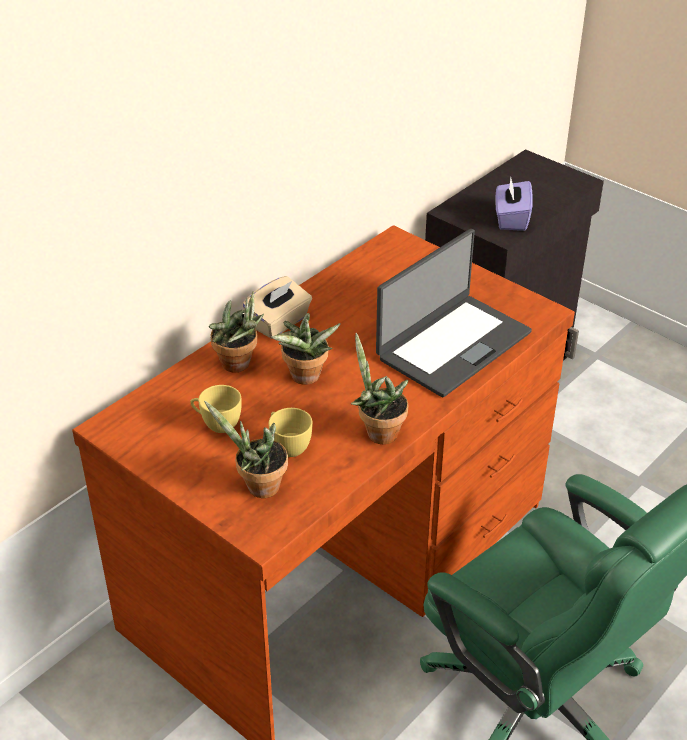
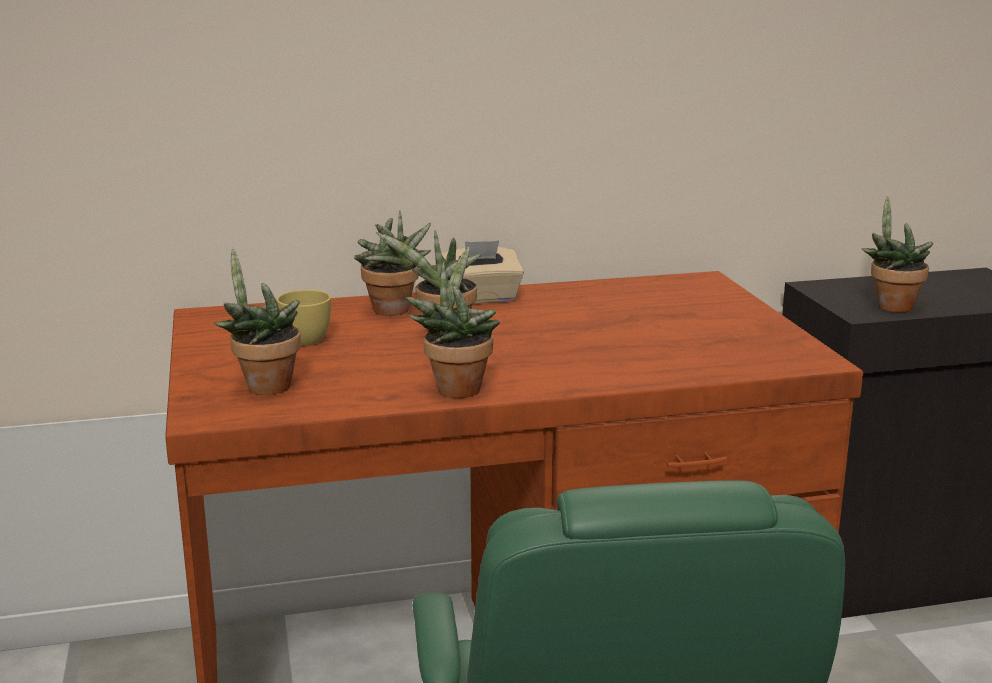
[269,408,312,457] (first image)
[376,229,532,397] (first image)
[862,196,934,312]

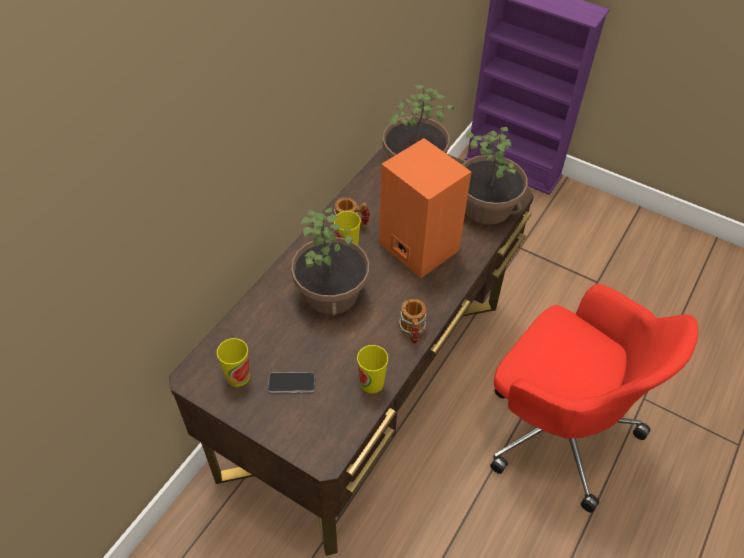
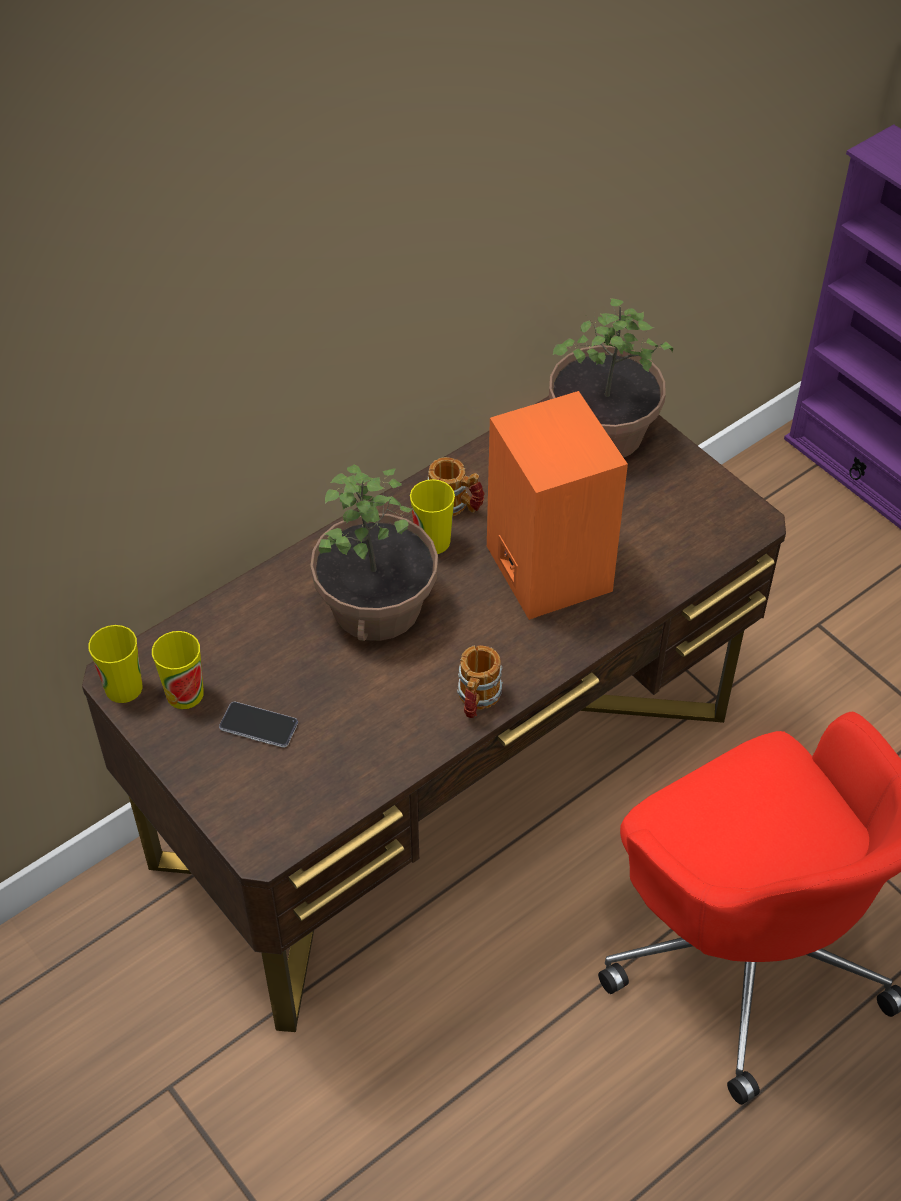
[88,625,143,703]
[462,127,528,225] (first image)

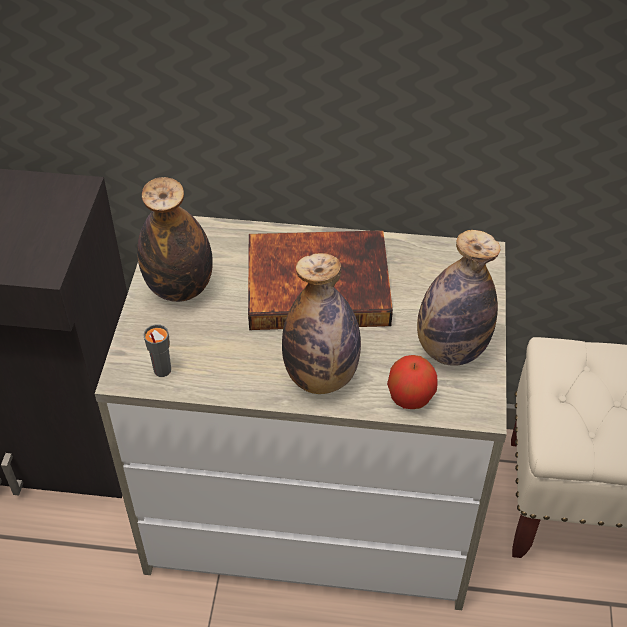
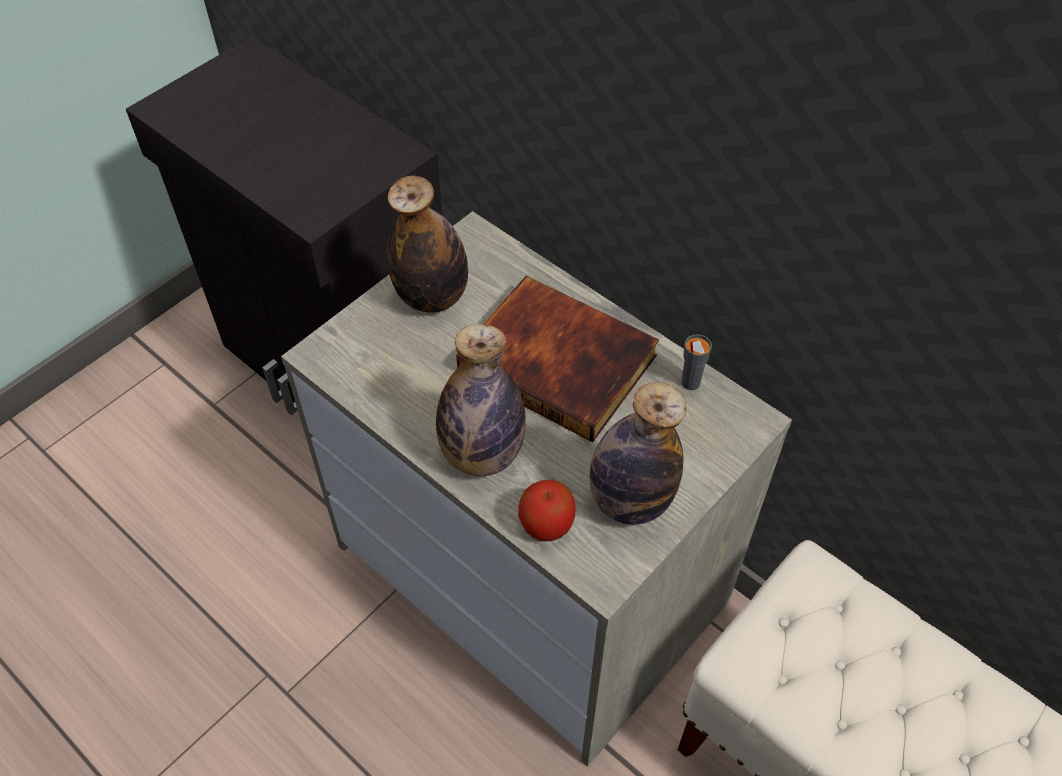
[681,334,712,390]

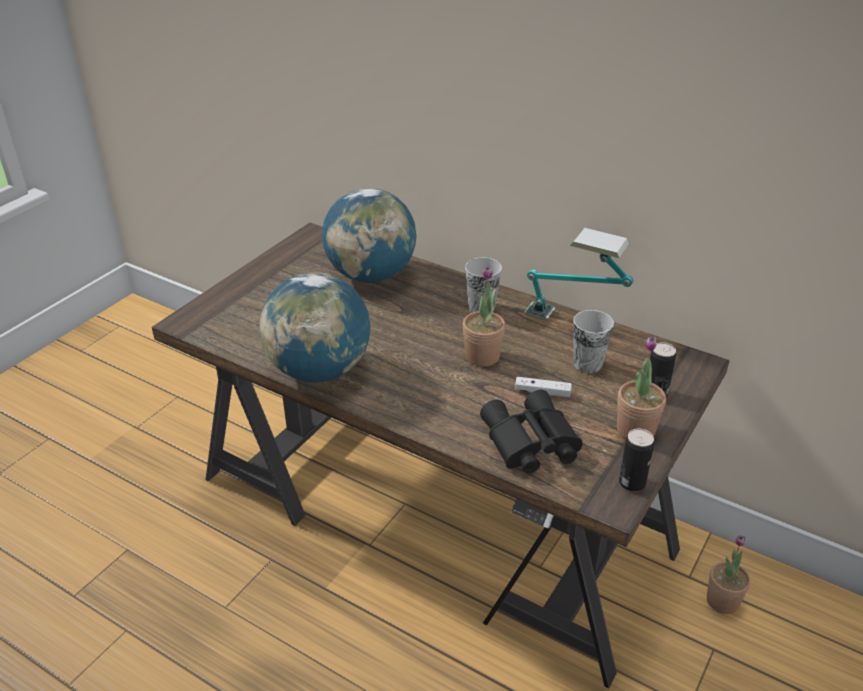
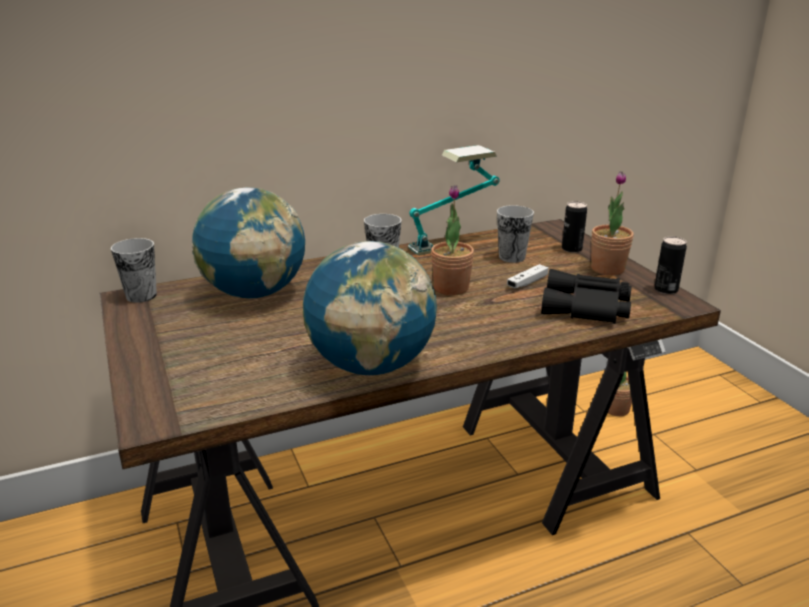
[111,238,157,303]

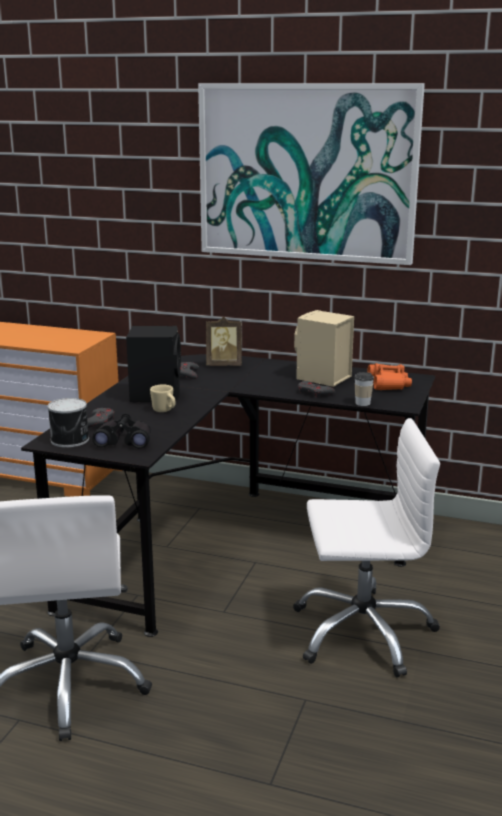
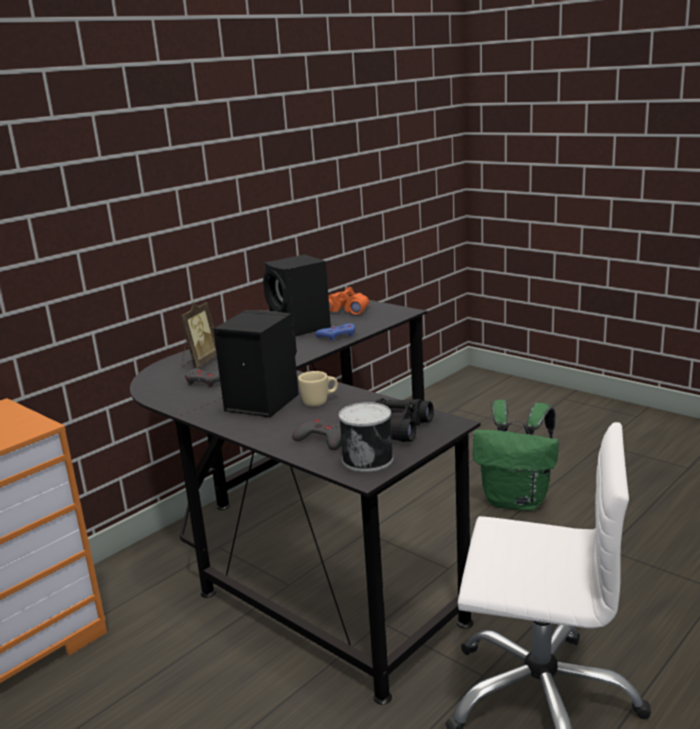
[198,83,425,265] (first image)
[473,400,559,511]
[263,254,331,337]
[315,323,356,341]
[354,372,374,406] (first image)

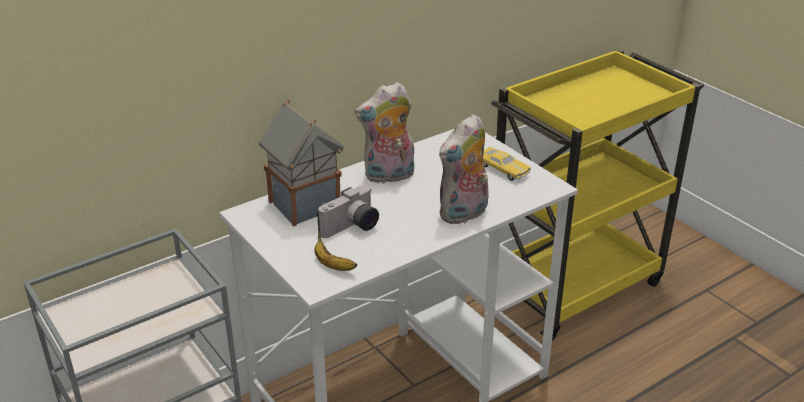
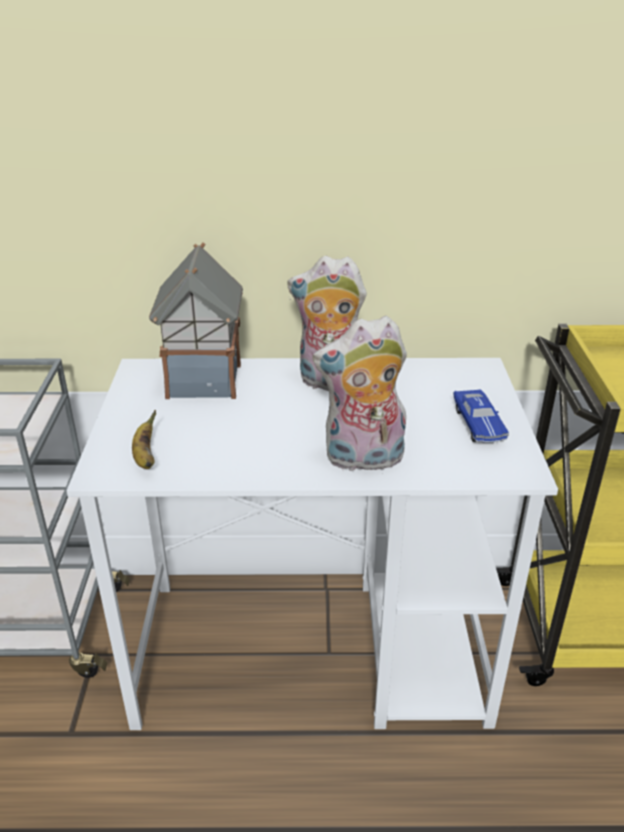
[317,186,379,238] (first image)
[453,389,509,442]

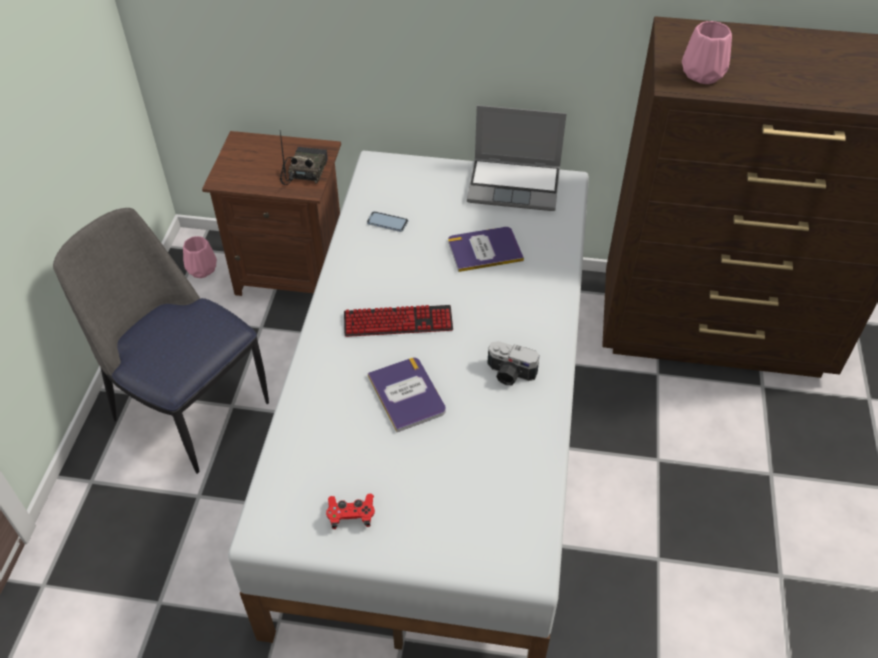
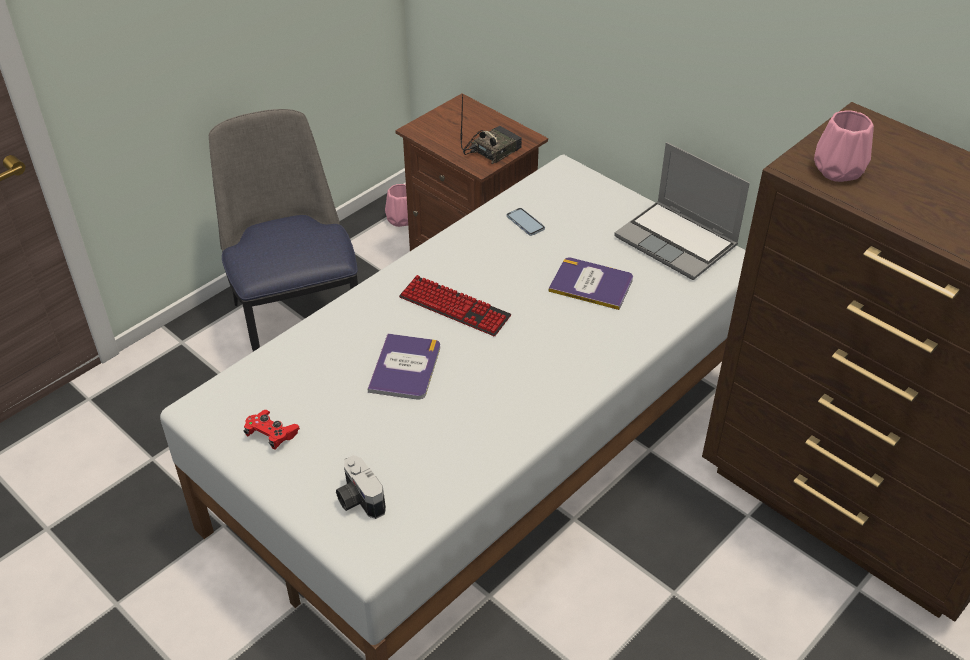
[336,455,386,519]

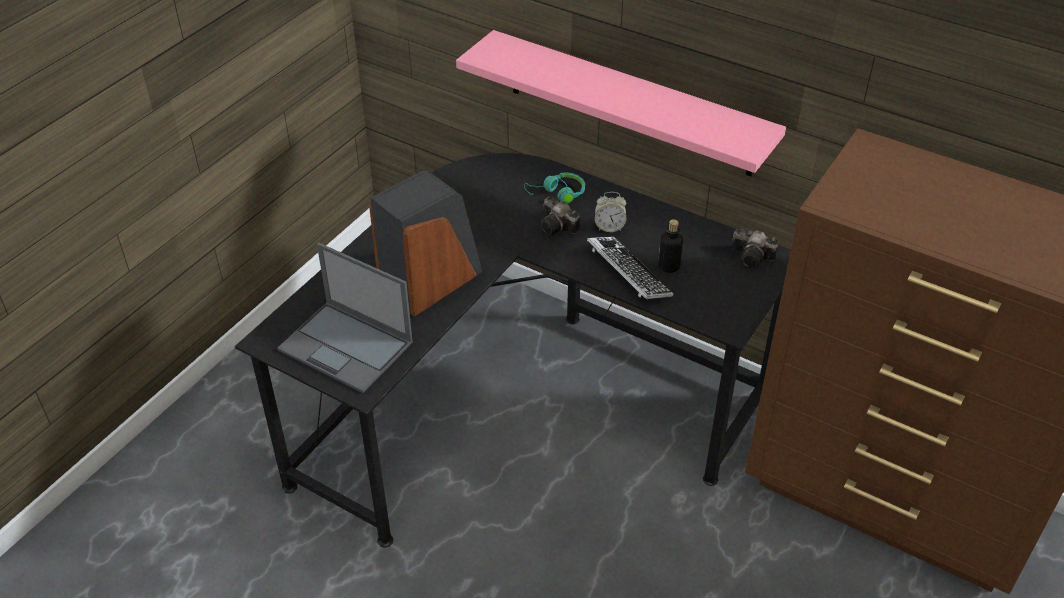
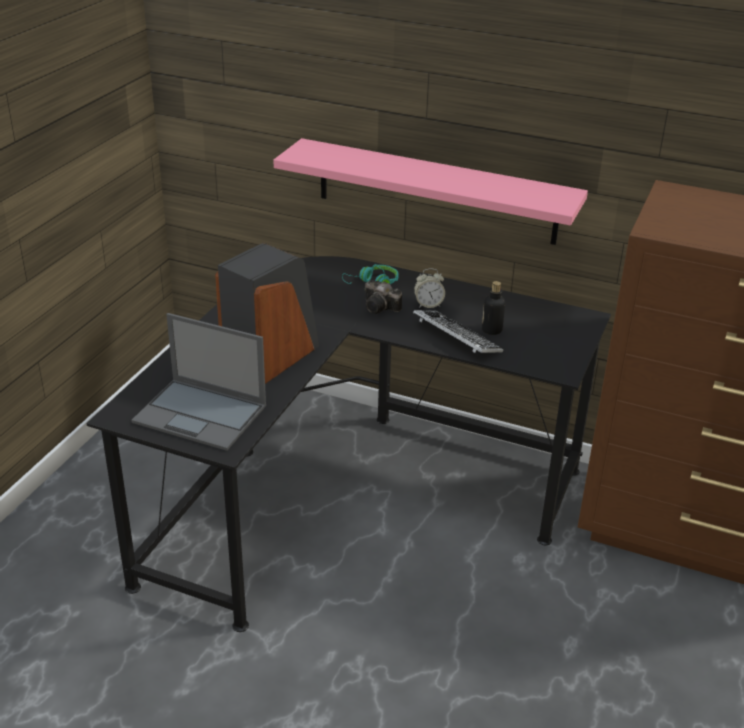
[732,229,779,268] (first image)

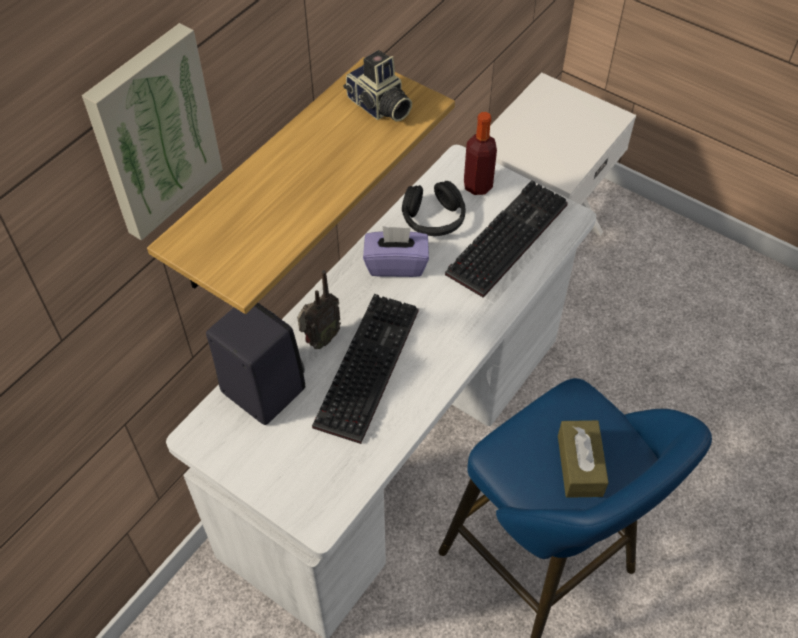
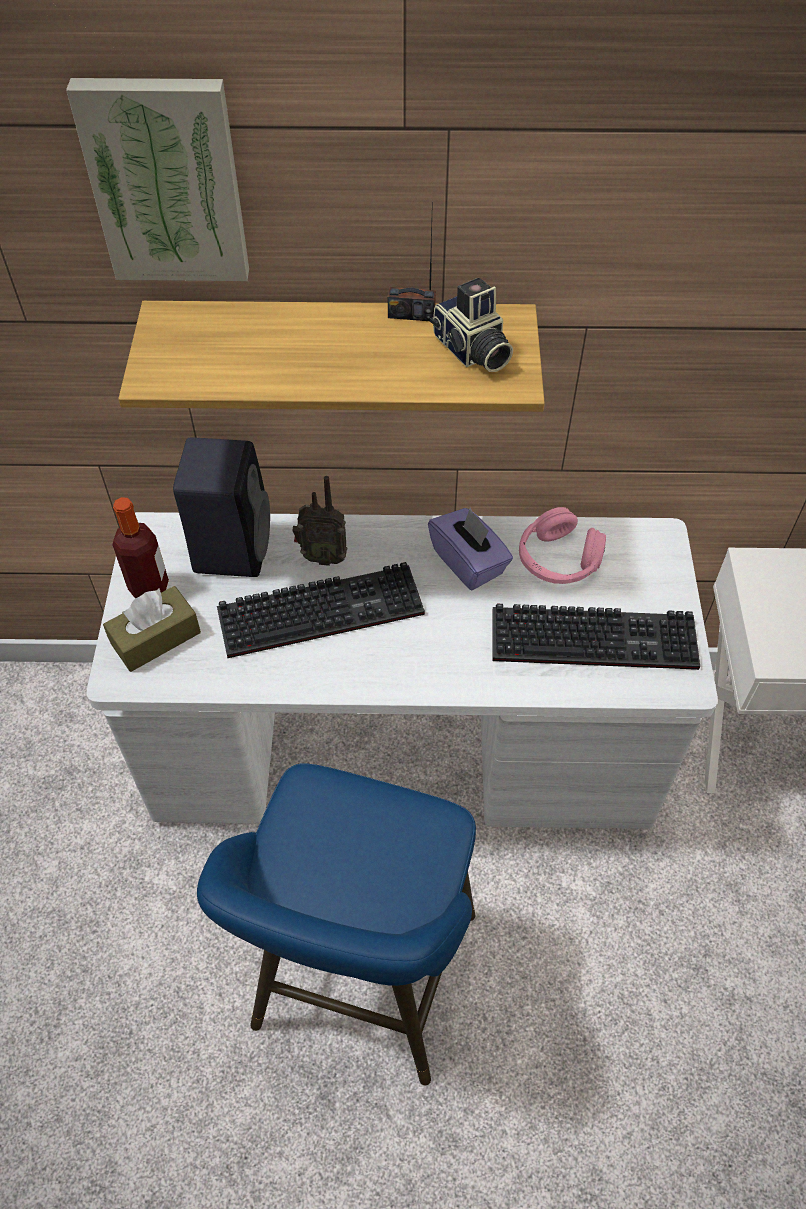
[430,278,513,372]
[519,507,606,584]
[112,497,169,599]
[103,586,201,672]
[388,201,436,321]

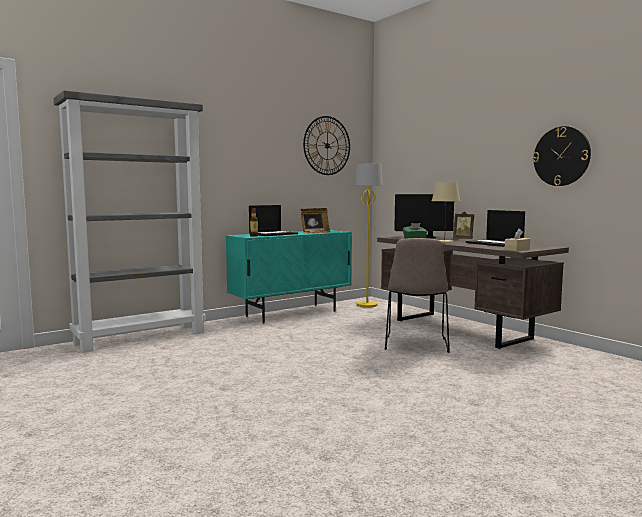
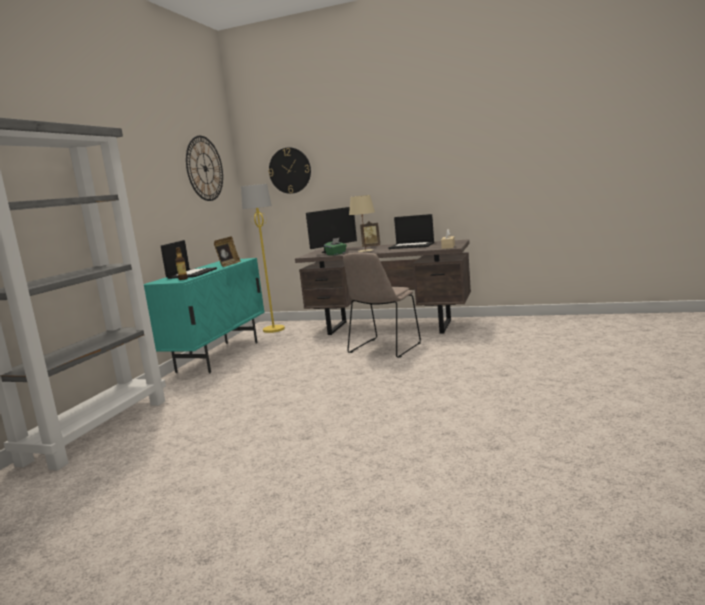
[343,253,421,358]
[269,147,311,194]

